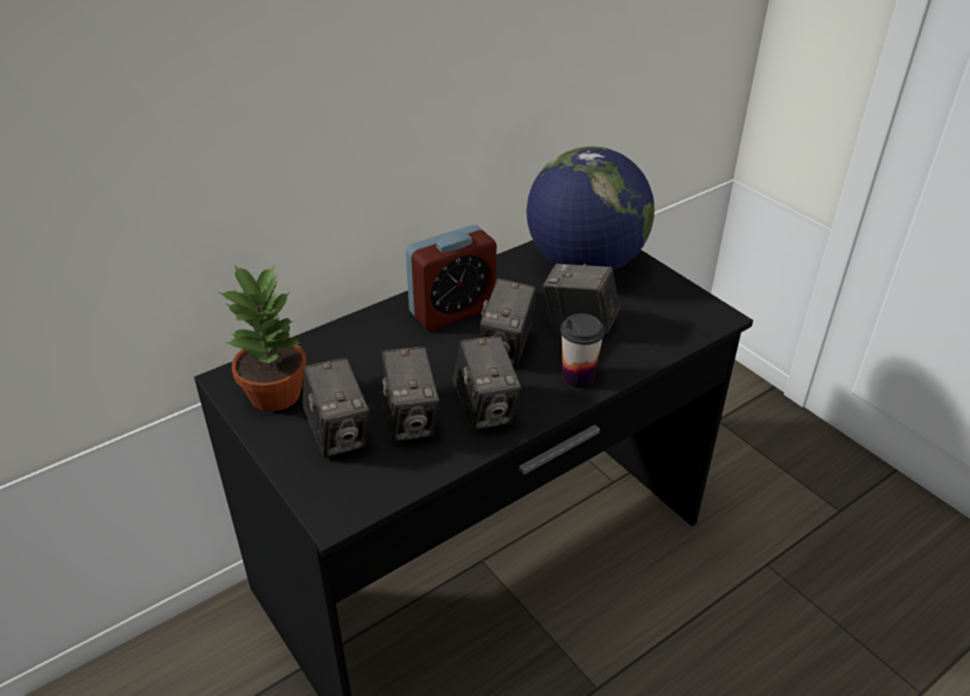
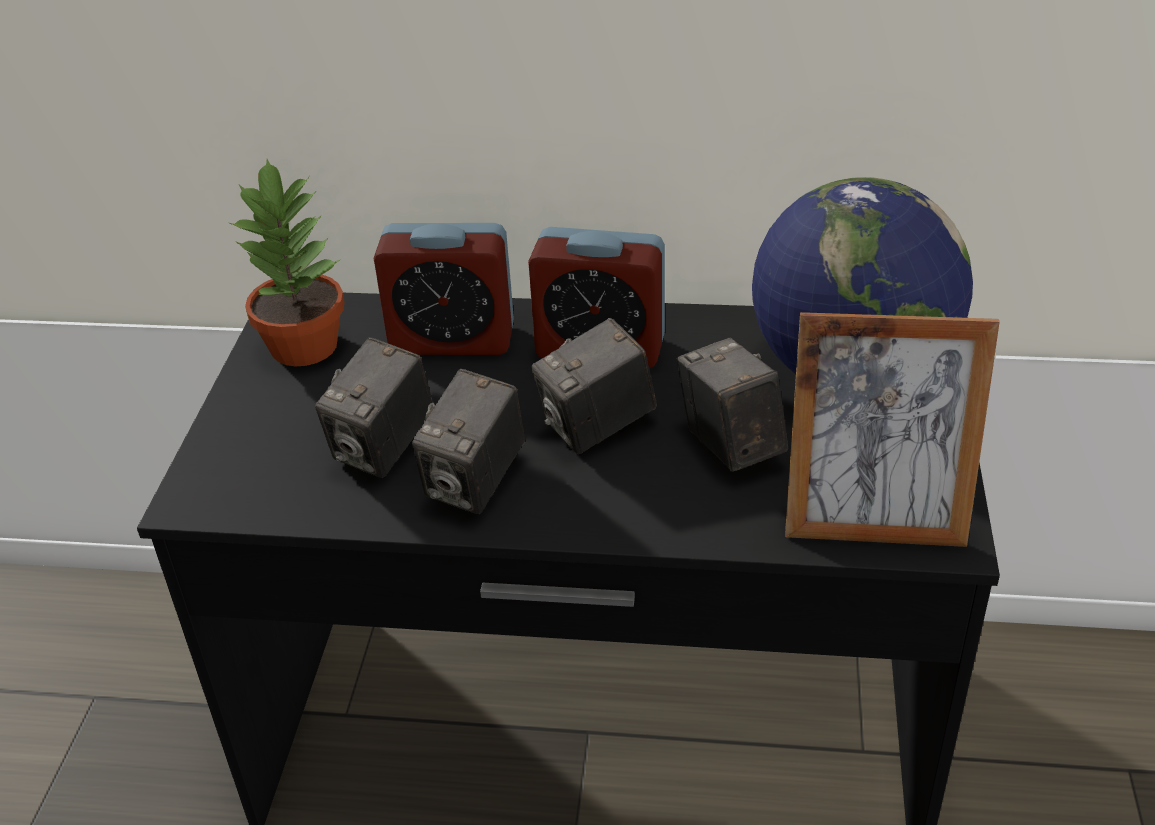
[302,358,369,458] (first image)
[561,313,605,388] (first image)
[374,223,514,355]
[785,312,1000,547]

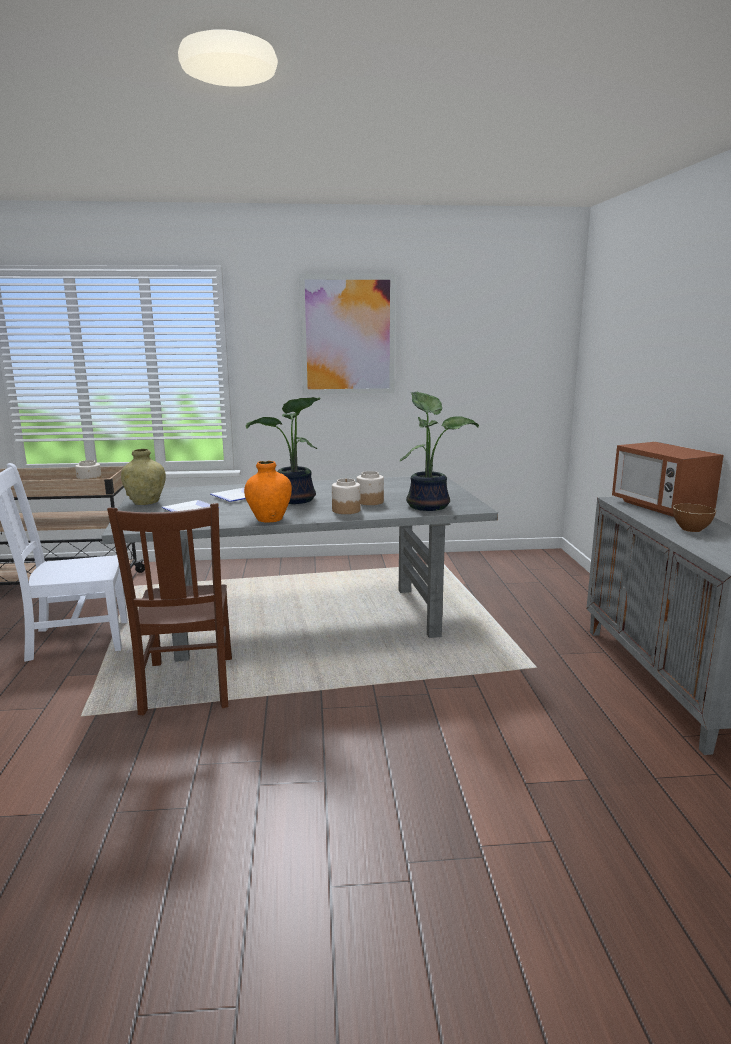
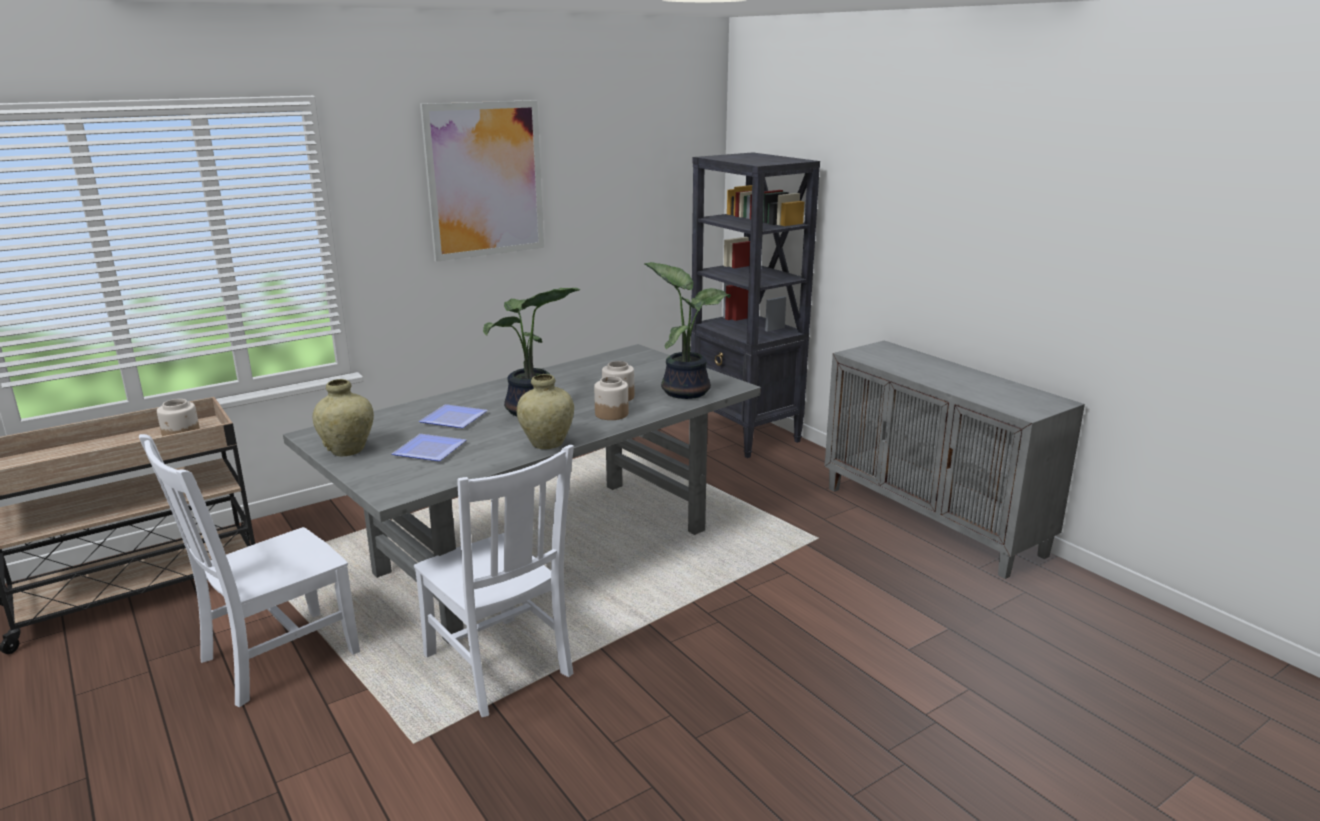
[414,445,574,717]
[517,374,574,449]
[612,442,724,517] (first image)
[673,504,716,532] (first image)
[690,152,820,458]

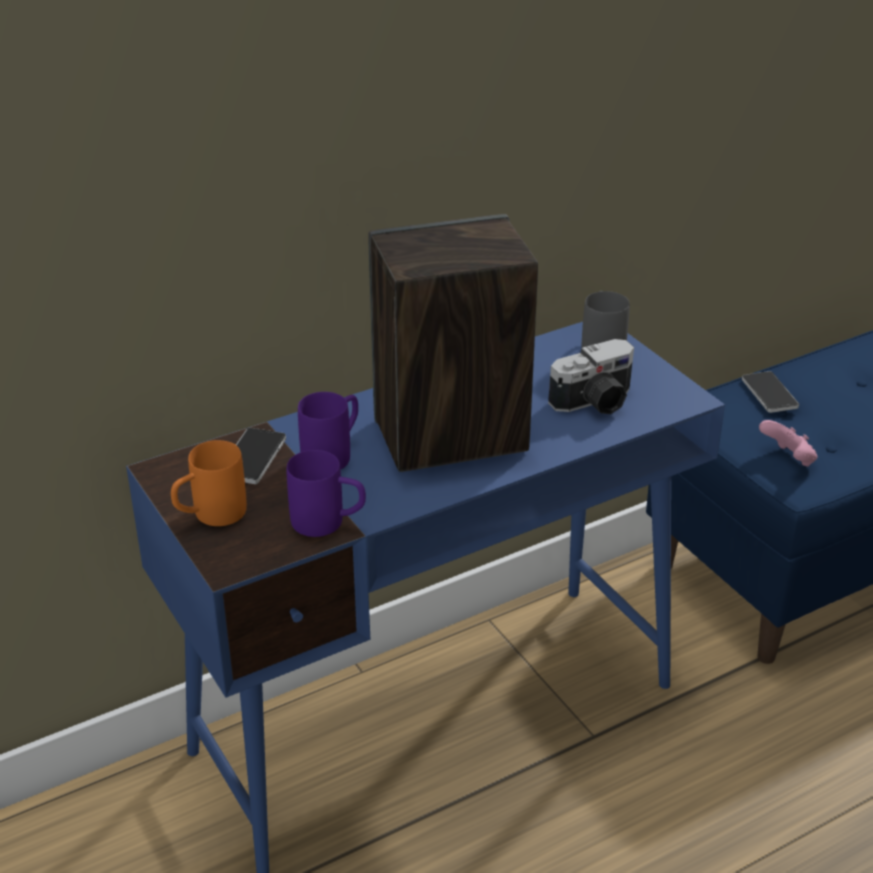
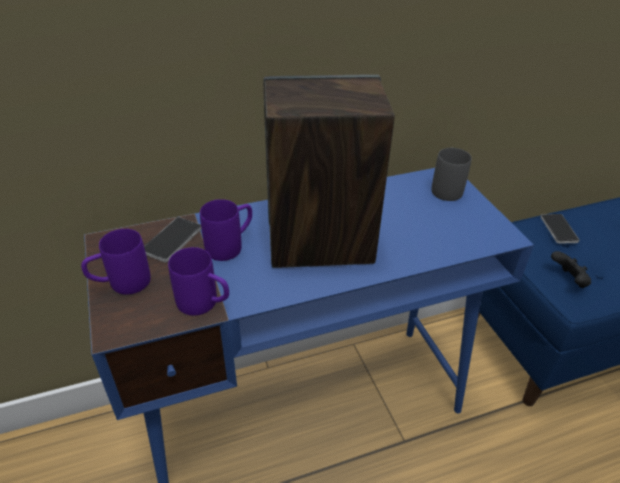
[81,229,151,295]
[548,339,634,414] (first image)
[551,251,591,288]

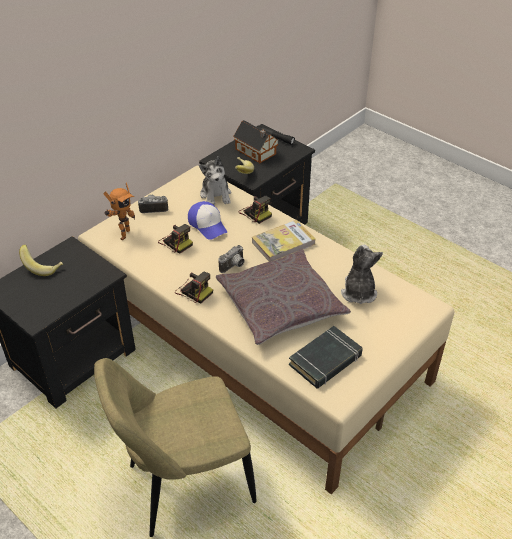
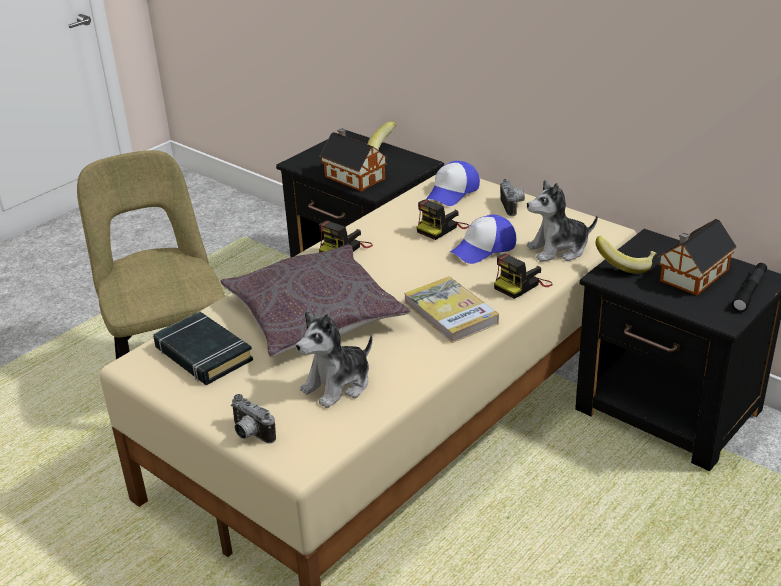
[426,161,480,206]
[231,394,276,444]
[296,311,373,408]
[319,128,387,192]

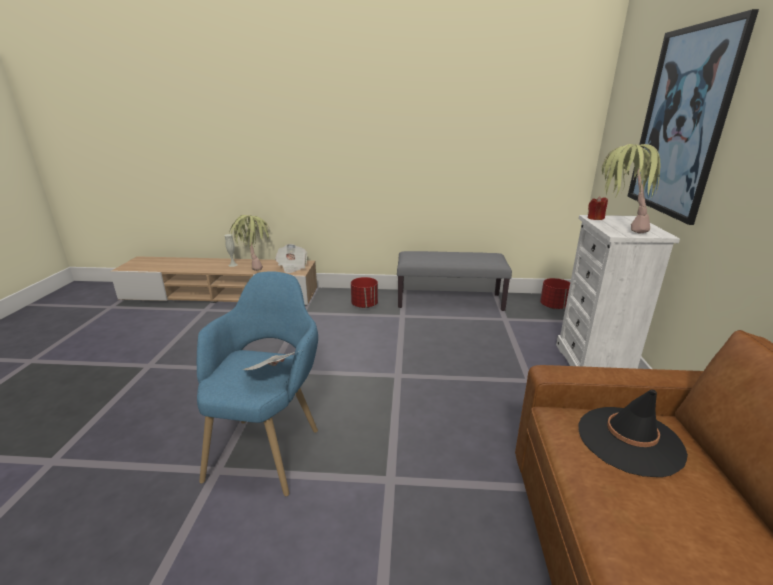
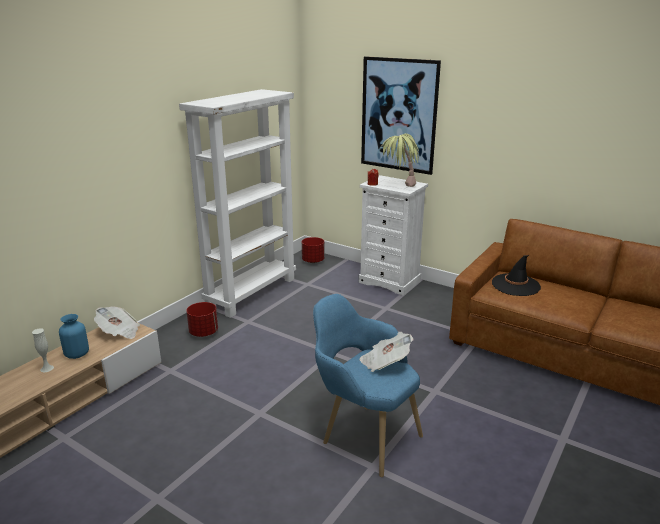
[59,314,89,359]
[179,89,296,318]

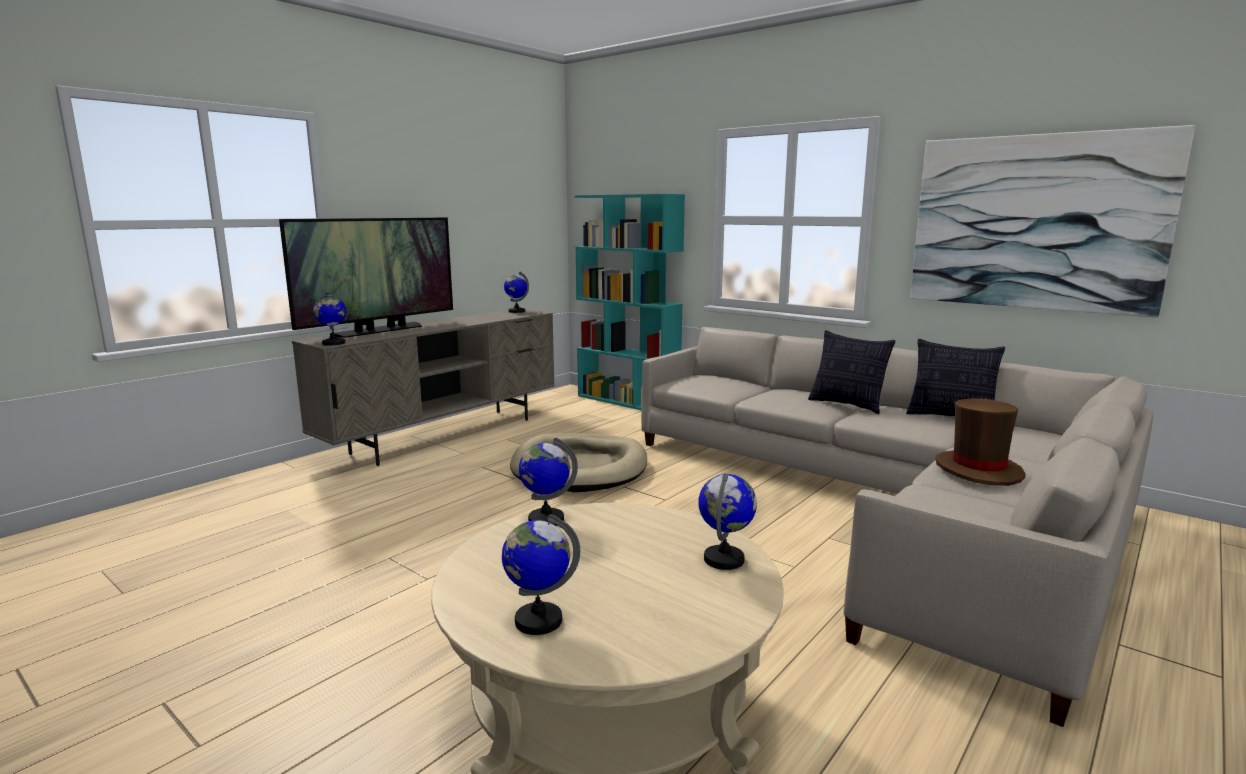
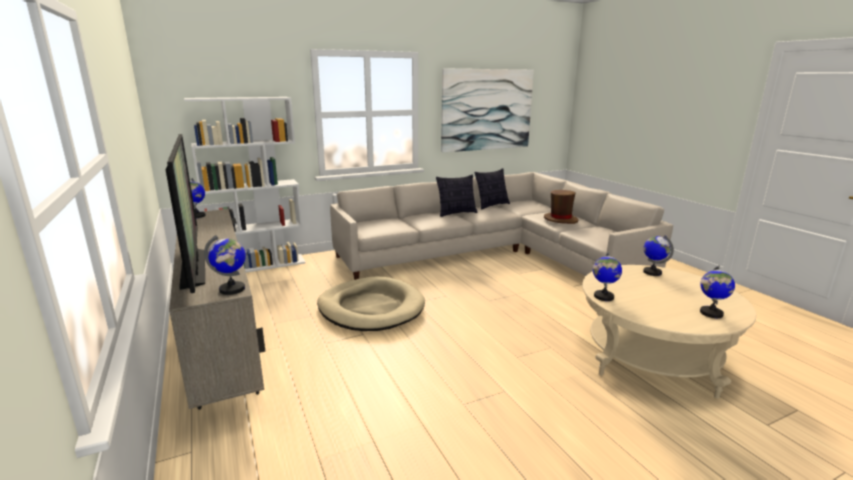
[184,97,306,273]

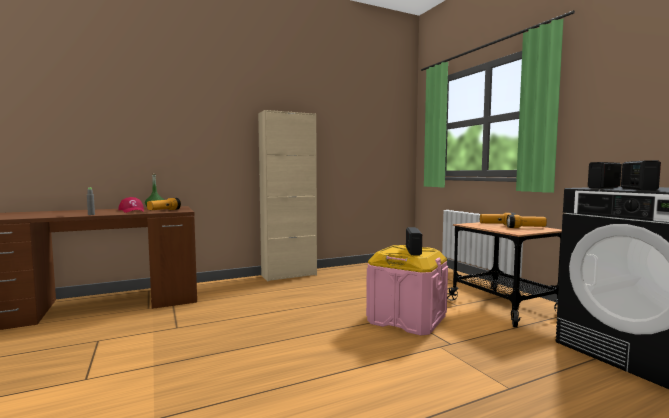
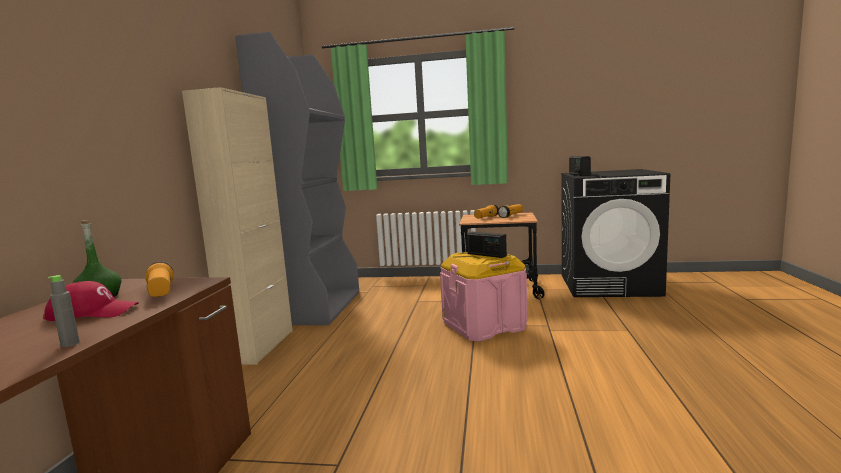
[621,160,661,190] (first image)
[235,32,359,325]

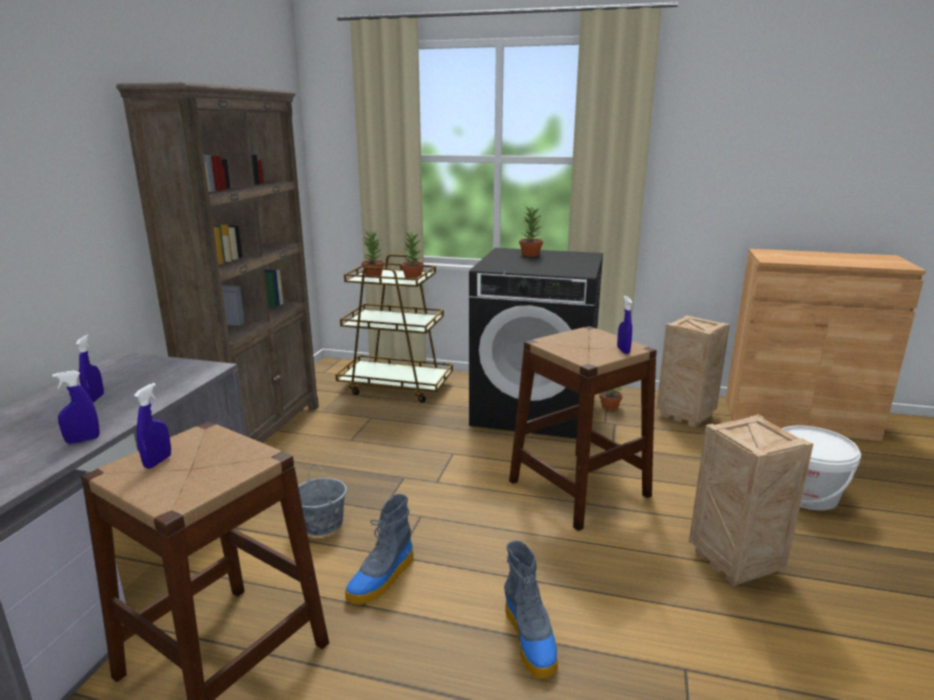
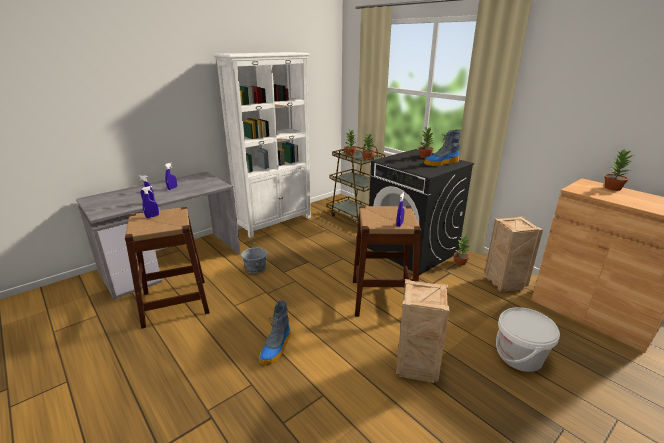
[213,52,311,238]
[424,129,461,166]
[604,149,635,191]

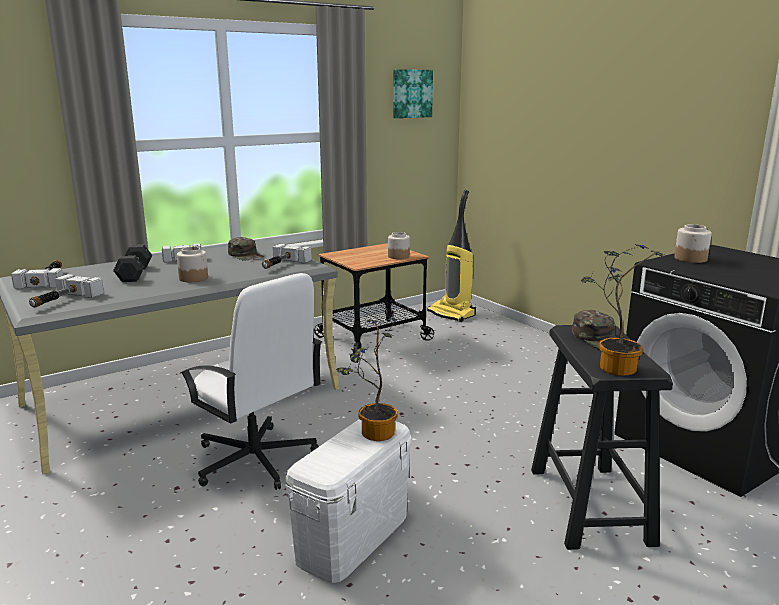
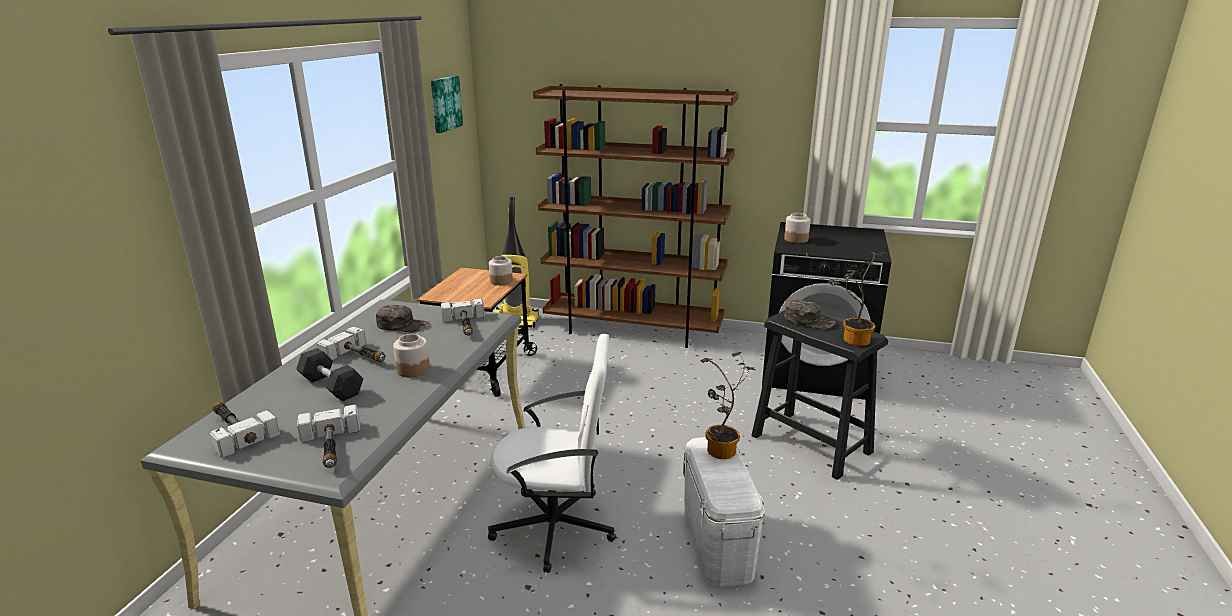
[533,84,739,348]

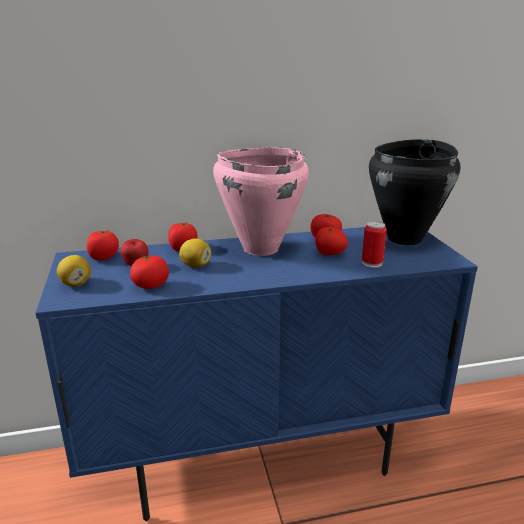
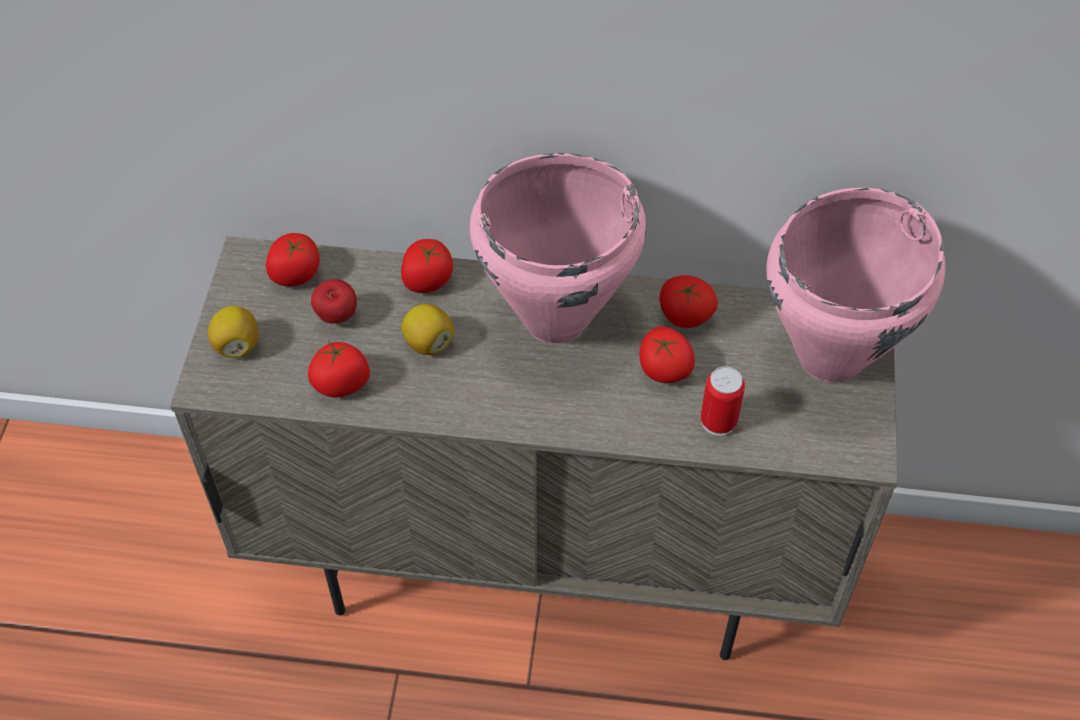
[170,236,898,660]
[766,188,945,383]

